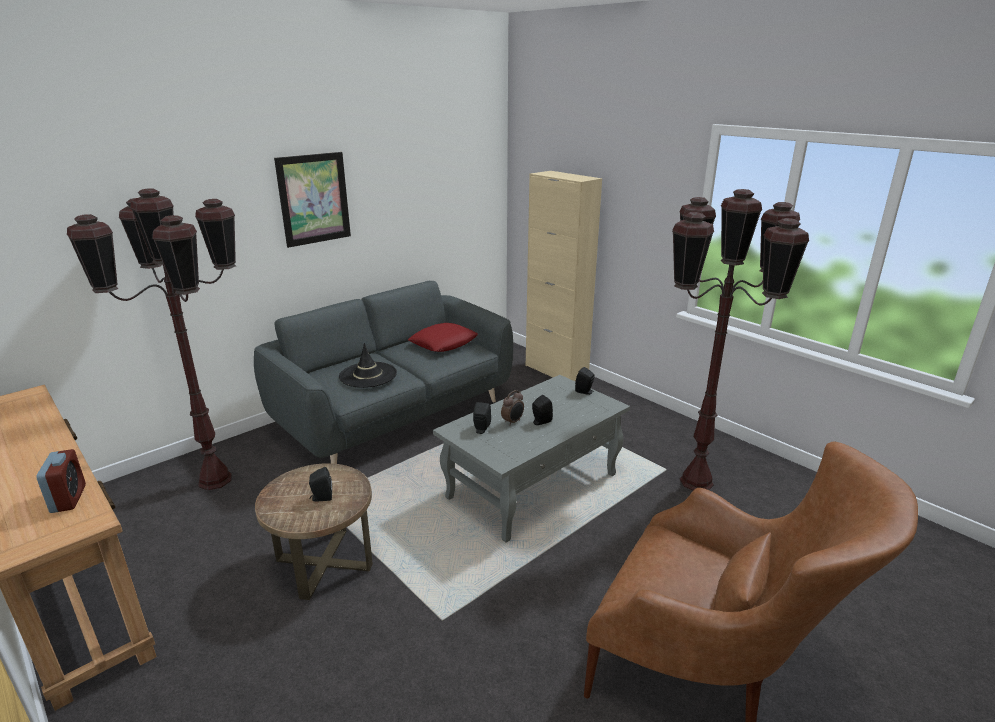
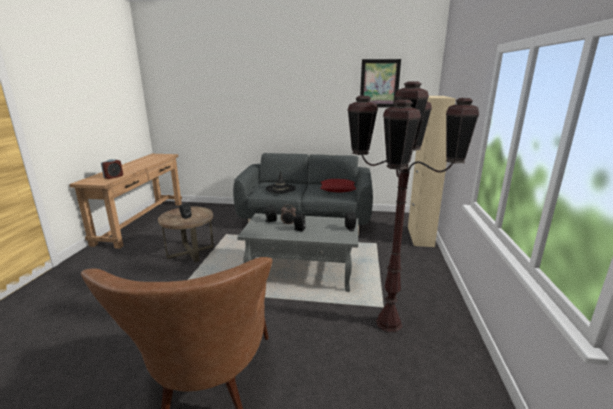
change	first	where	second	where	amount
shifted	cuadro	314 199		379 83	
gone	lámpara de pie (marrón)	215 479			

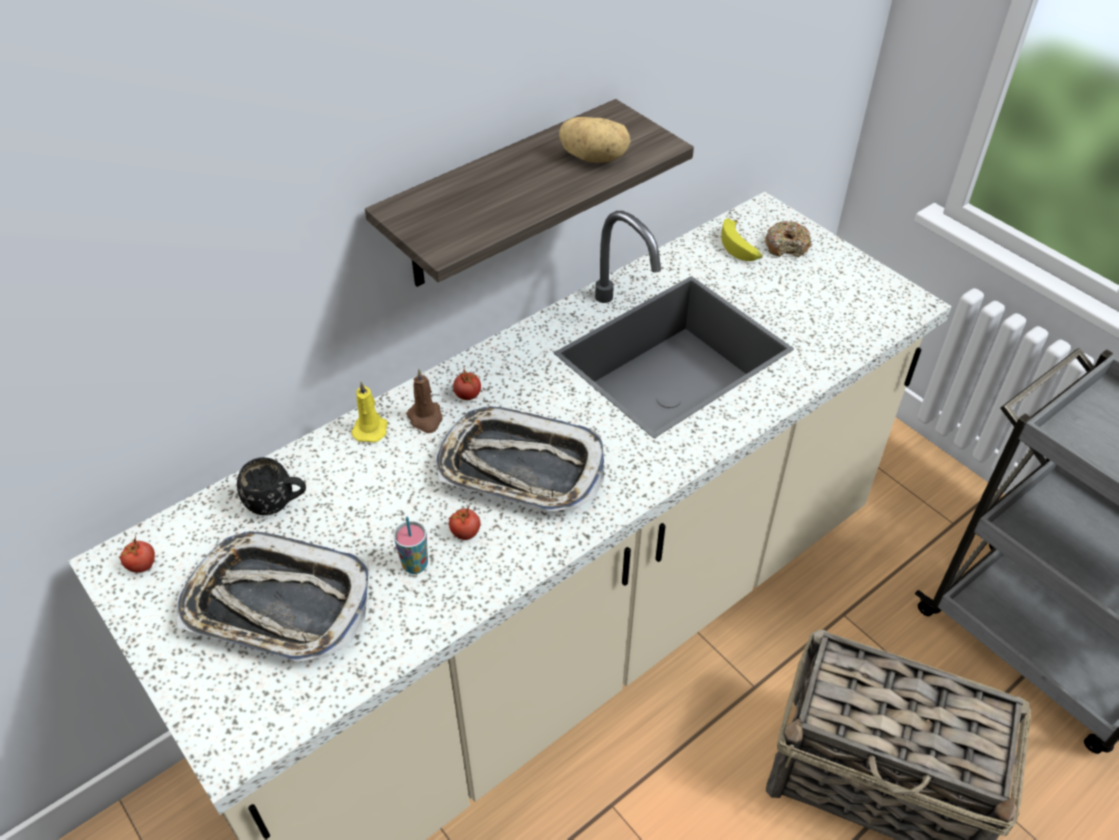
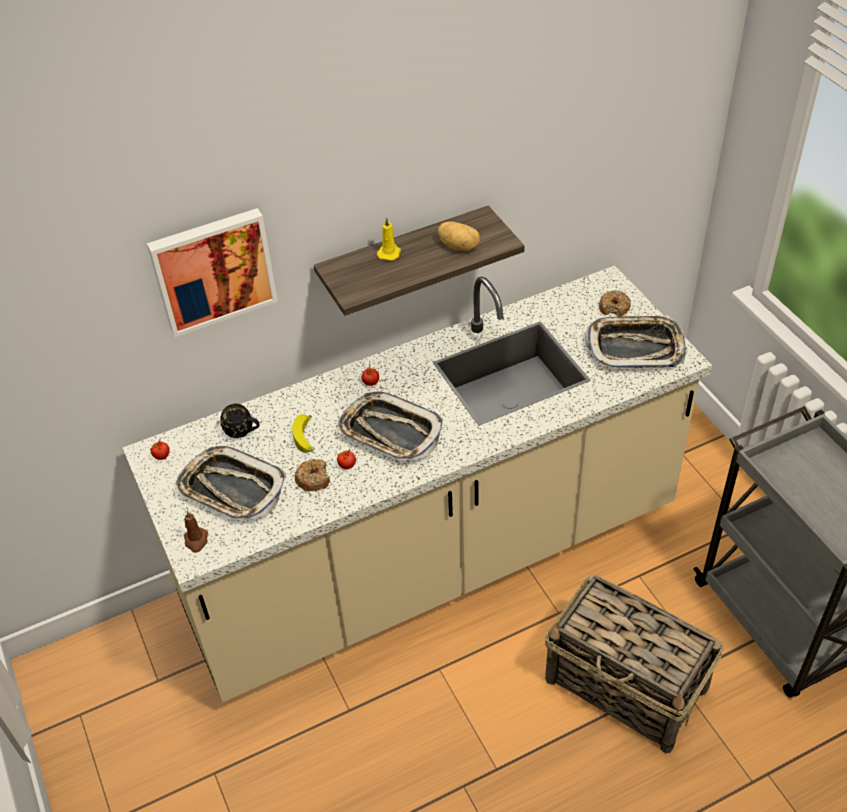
change	first	where	second	where	amount
new			cuadro	213 269	
shifted	vela (marrón)	426 418		196 541	
shifted	plátano	740 247		305 438	
swapped	taza	415 565	rosquilla	313 479	
shifted	vela (amarillo)	370 428		389 253	
new			bandeja	635 347	

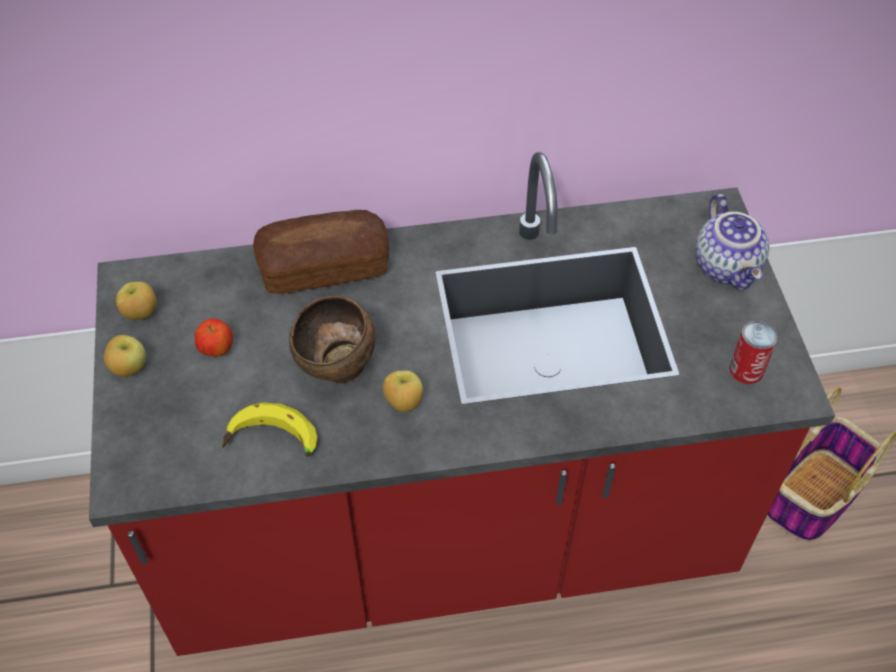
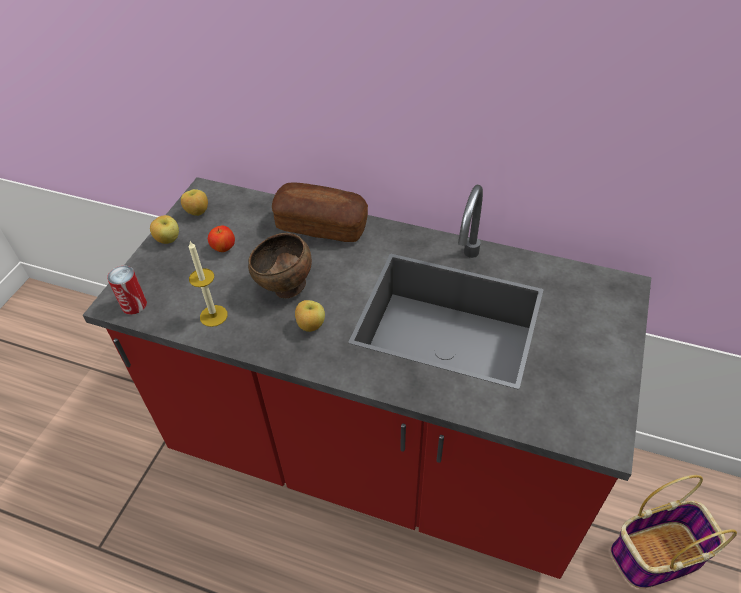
change	first	where	second	where	amount
shifted	lata	746 370		134 305	
swapped	plátano	271 442	vela	213 316	
gone	tetera	728 266			

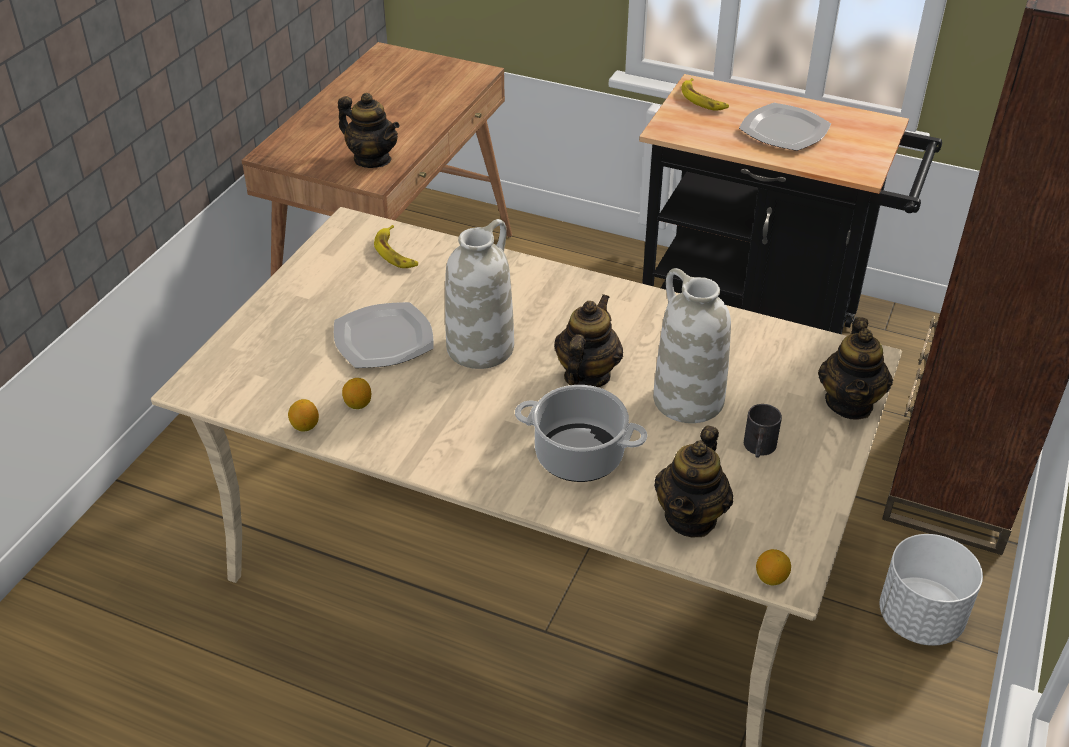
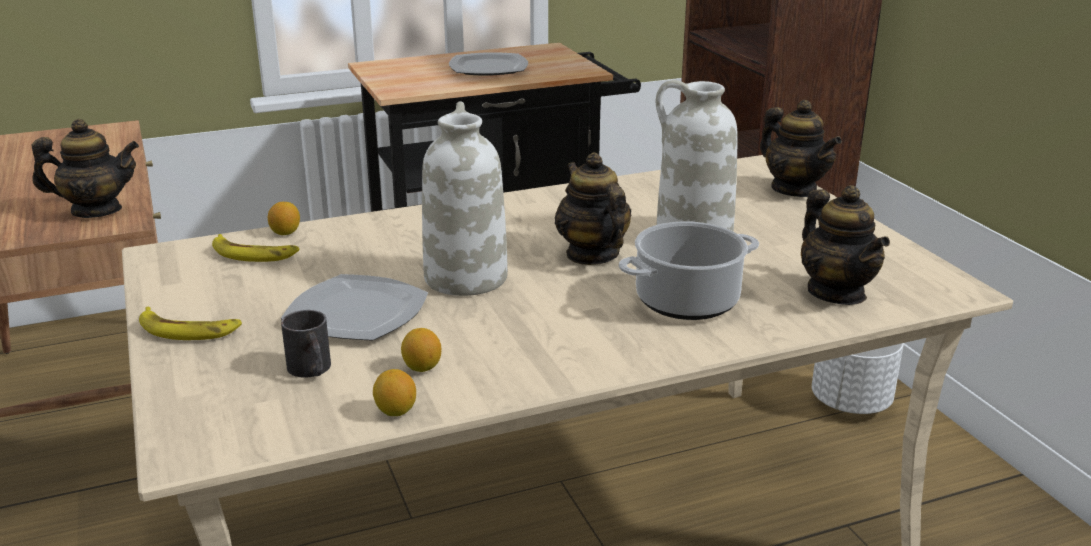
change	first	where	second	where	amount
shifted	plátano	702 99		188 330	
shifted	limón	771 578		285 233	
shifted	taza grande (negro)	759 448		312 370	

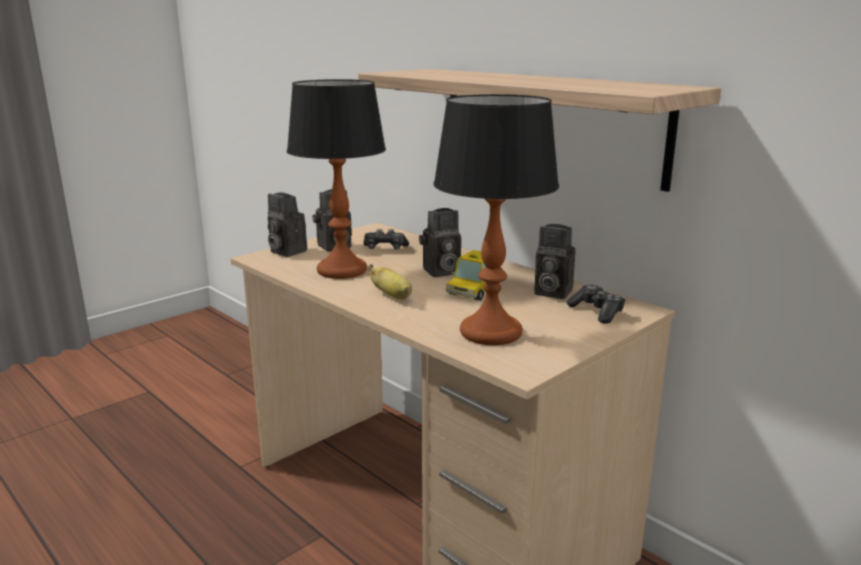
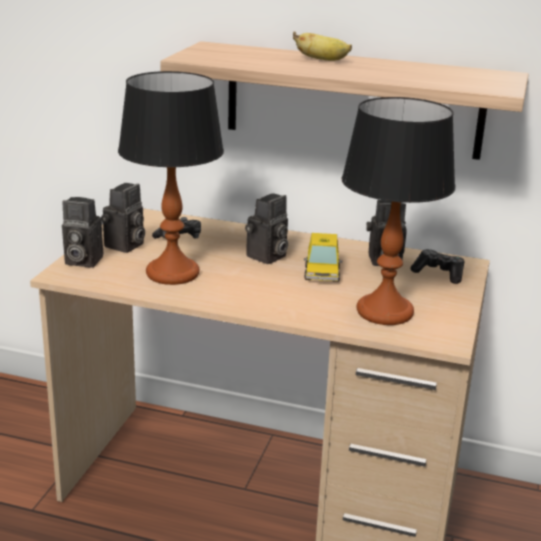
change	first	where	second	where	amount
shifted	plátano	393 296		323 60	

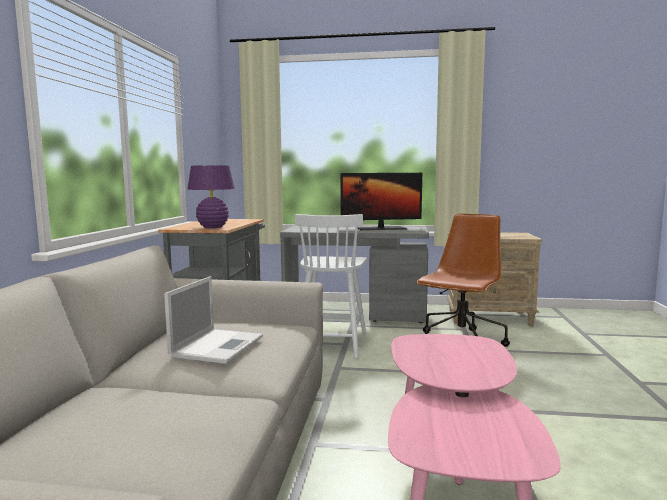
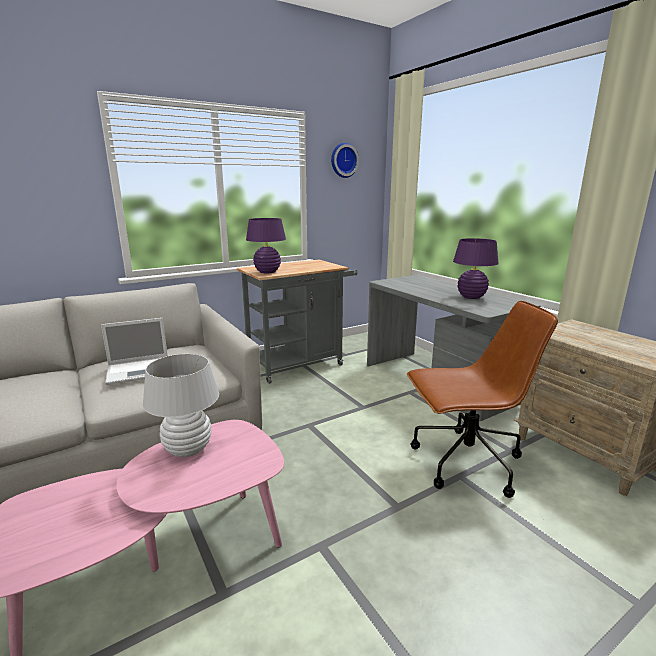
change	first	where	second	where	amount
new			lámpara de mesa (blanco)	188 449	
new			reloj de pared	343 160	
swapped	monitor	381 228	lámpara de mesa (morado)	471 297	
gone	silla (blanco)	331 342			

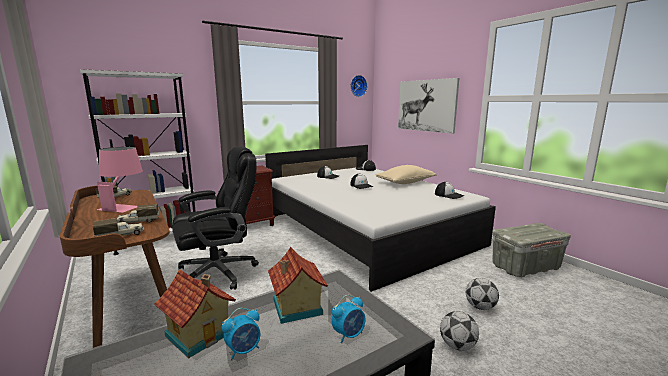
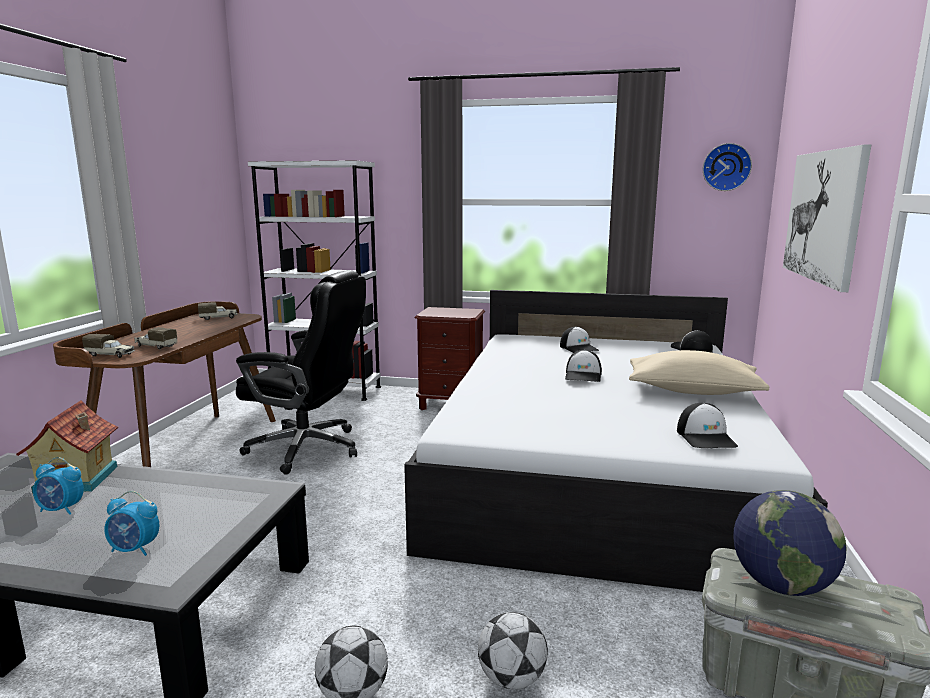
change	first	where	second	where	amount
new			globo terráqueo	781 585	
gone	lámpara de mesa (rosa)	124 206			
gone	casita	296 307			

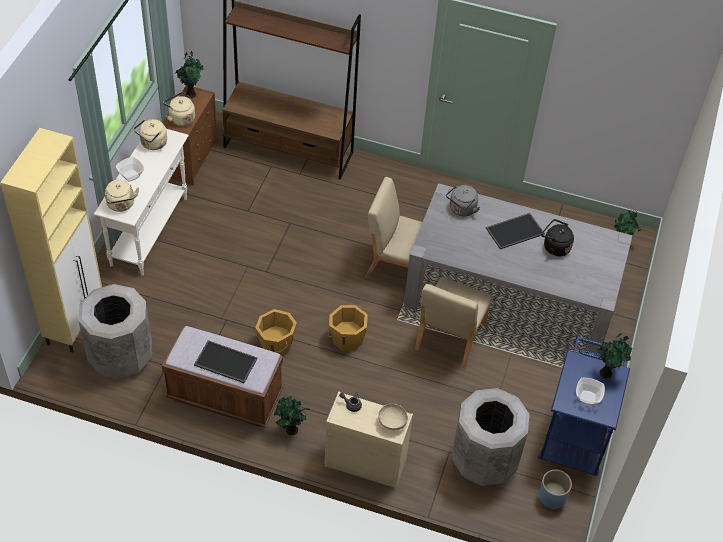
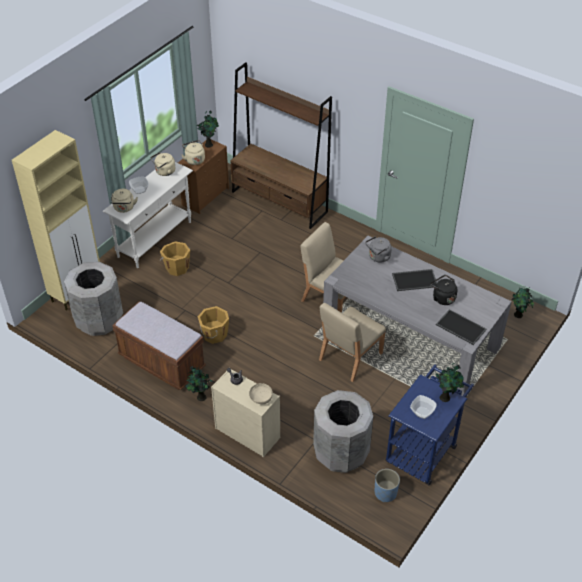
change	first	where	second	where	amount
shifted	cubo (naranja)	347 338		177 267	
shifted	bandeja	224 362		460 327	

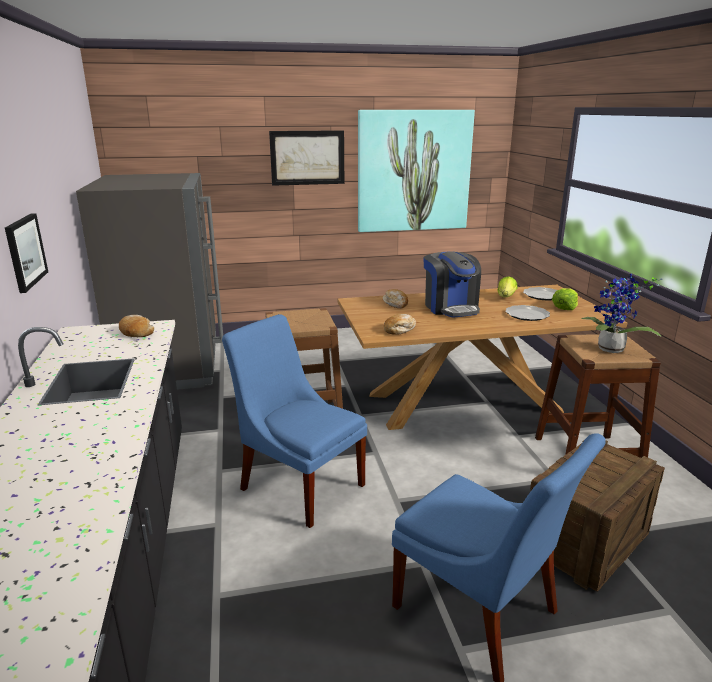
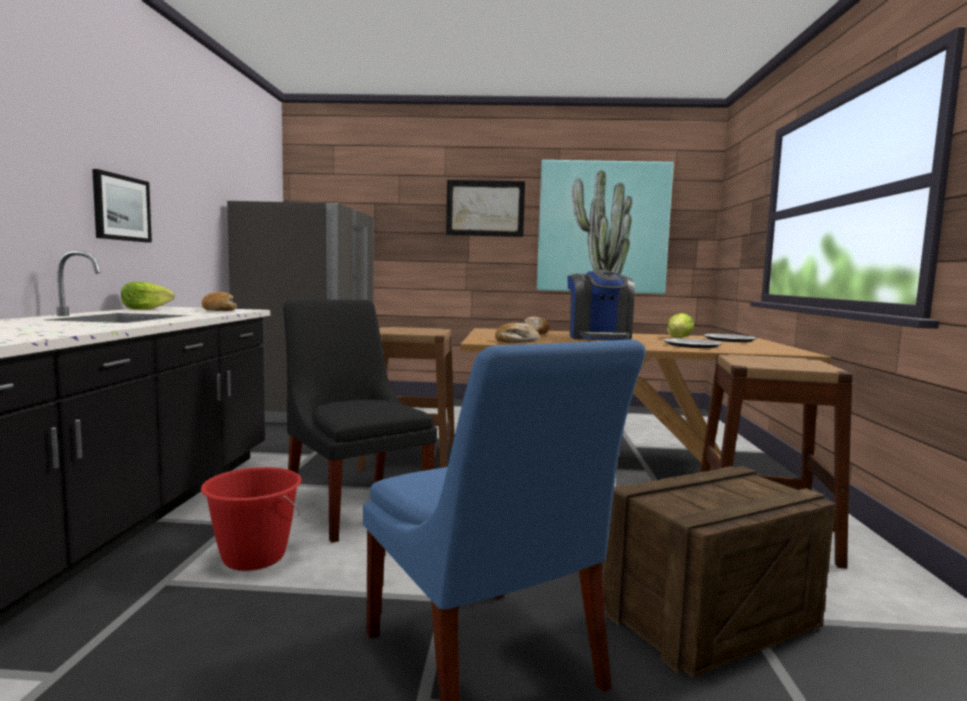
change	first	where	second	where	amount
shifted	lechuga	564 307		145 309	
new			cubo (rojo)	253 557	
repainted	silla (azul)	299 484	silla (negro)	356 505	
gone	planta en maceta	610 350			

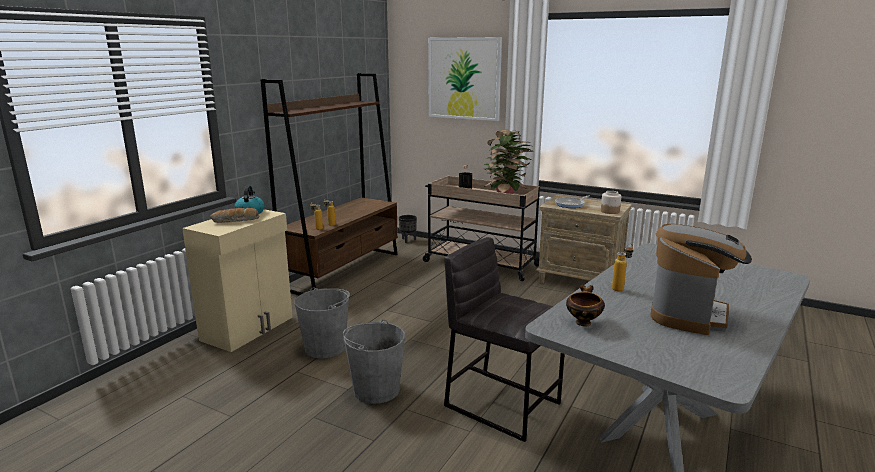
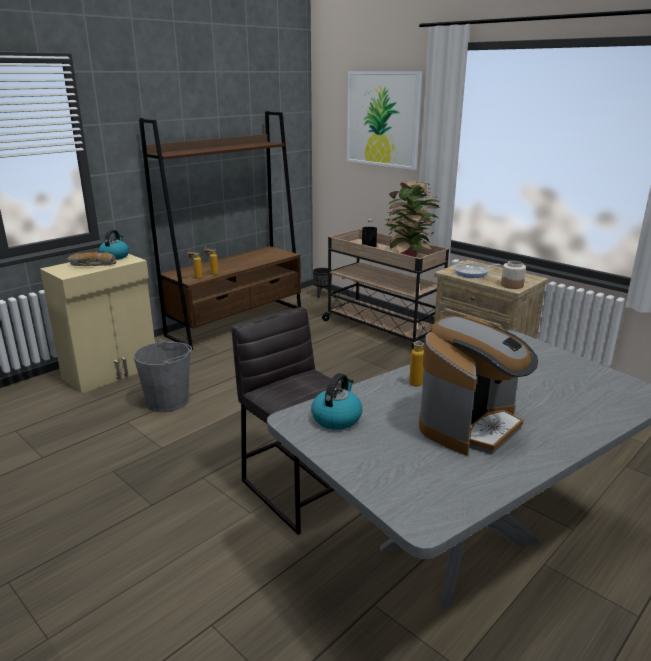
change	first	where	second	where	amount
swapped	cuenco	583 322	hervidor	336 418	
gone	cubo (gris)	376 389			

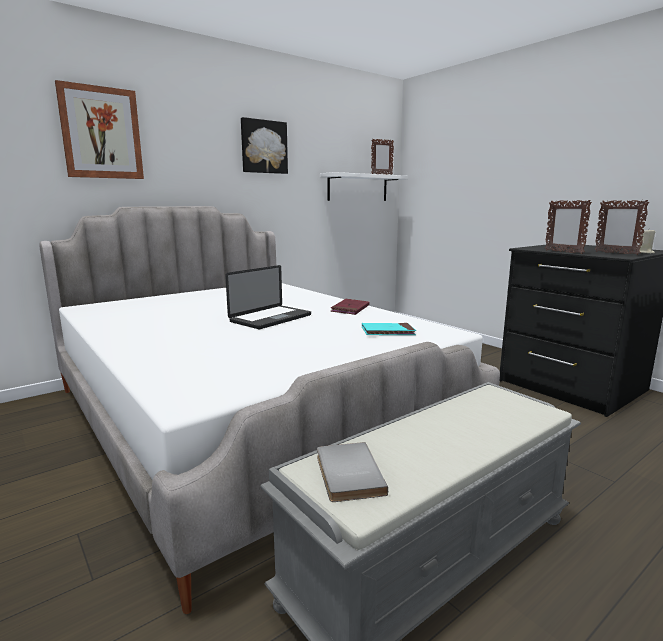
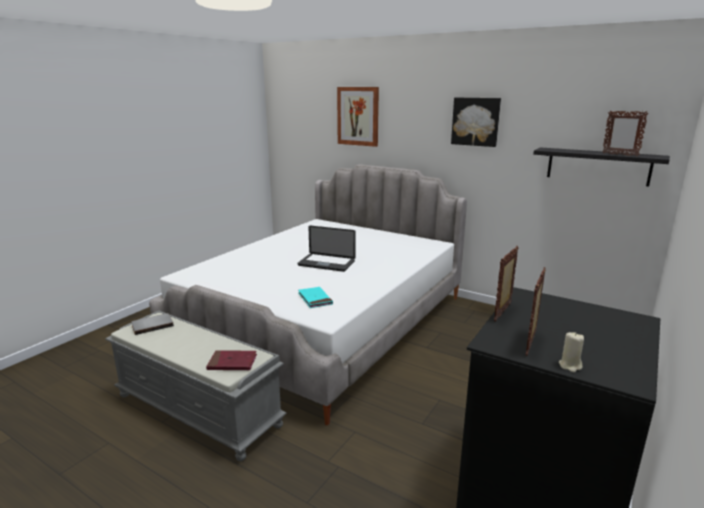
change	first	where	second	where	amount
shifted	libro (rojo)	350 309		232 363	
repainted	estante (blanco)	358 187	estante (negro)	598 166	

